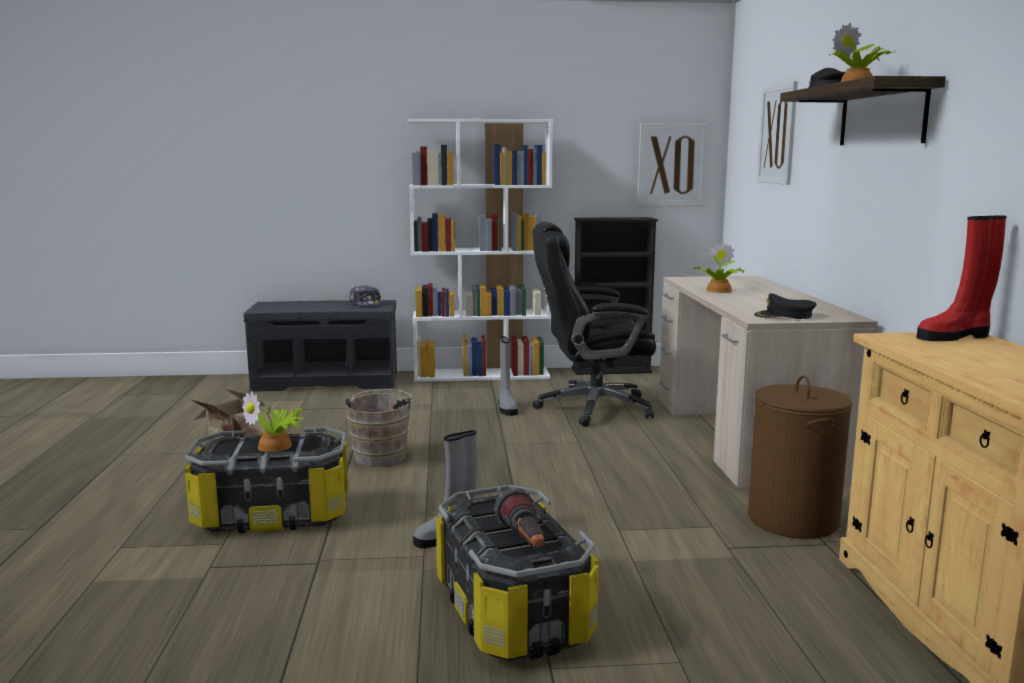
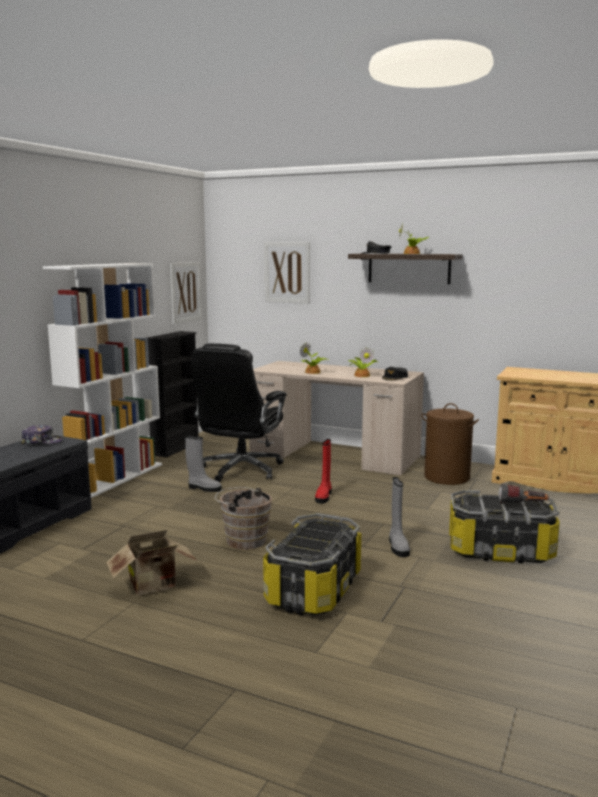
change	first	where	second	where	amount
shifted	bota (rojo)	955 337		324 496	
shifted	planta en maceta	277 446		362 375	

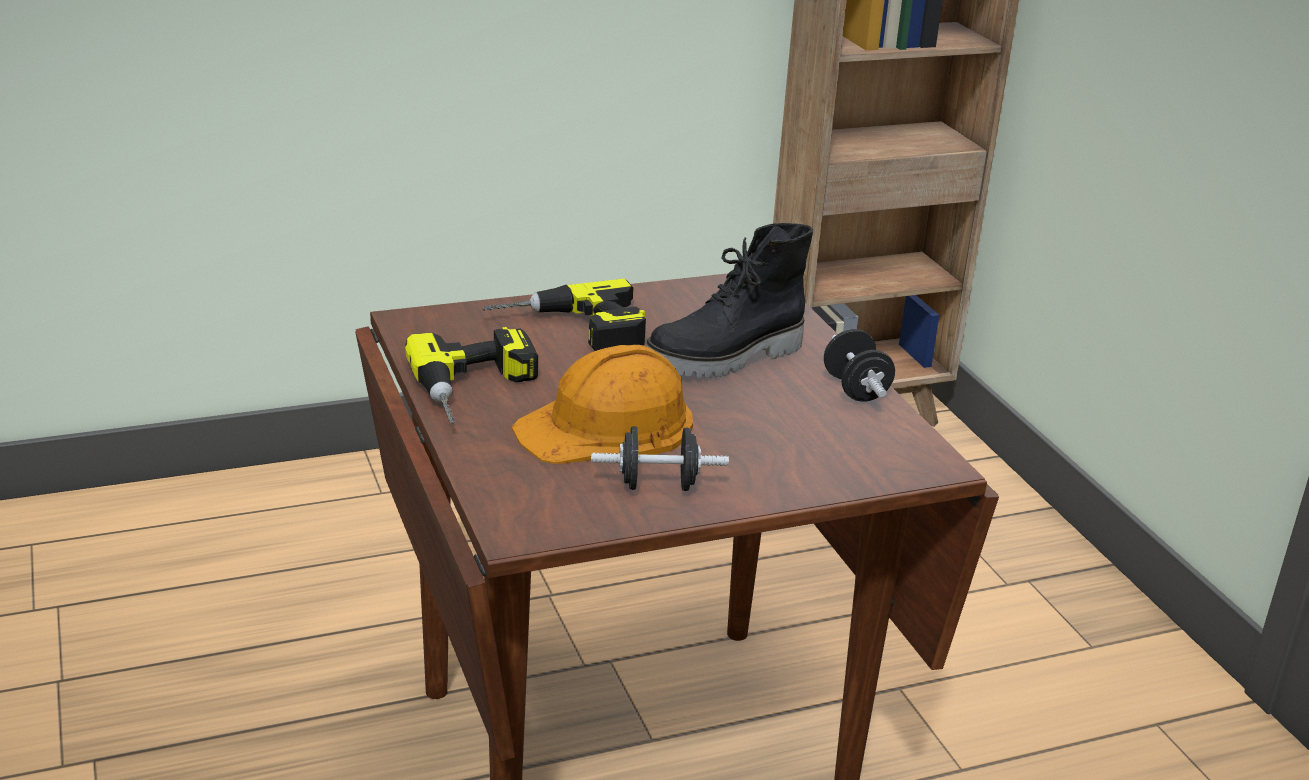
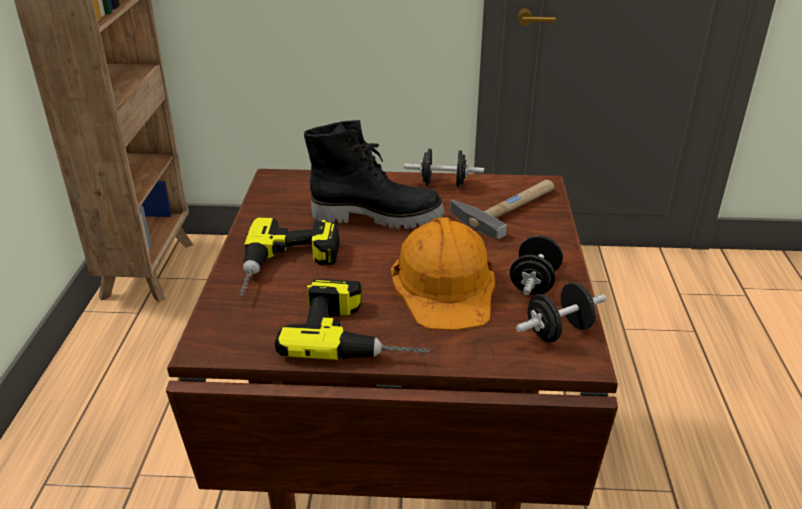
change	first	where	second	where	amount
rotated	bota (negro)	726 359		377 216	75 degrees counterclockwise
new			martillo	509 207	
new			mancuerna (negro)	558 331	

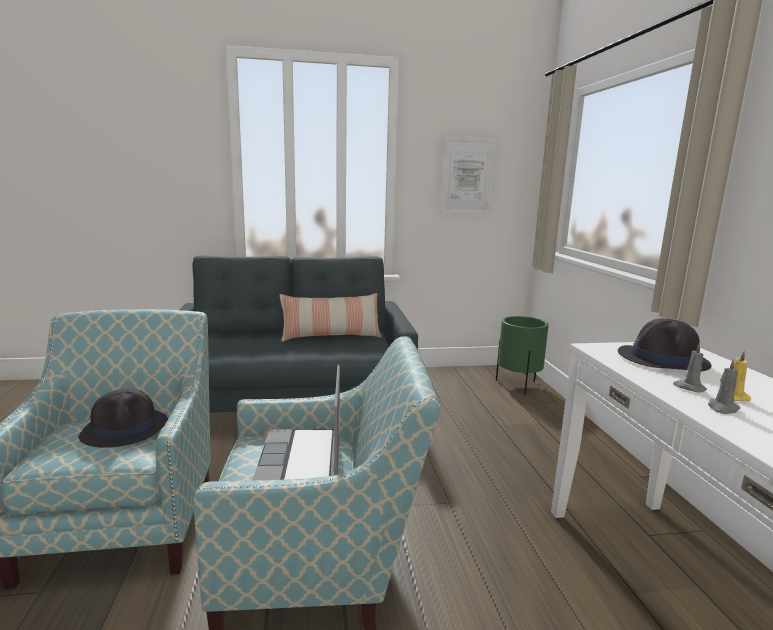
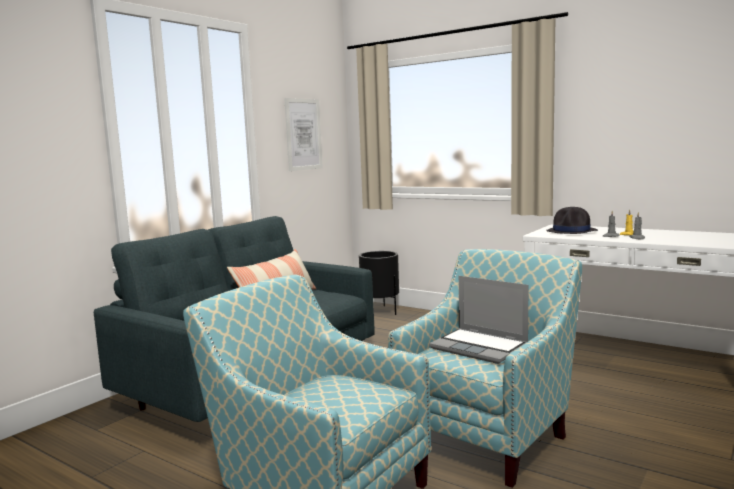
change	first	where	second	where	amount
repainted	maceta (verde)	518 385	maceta (negro)	380 311	
gone	sombrero (negro)	126 429			

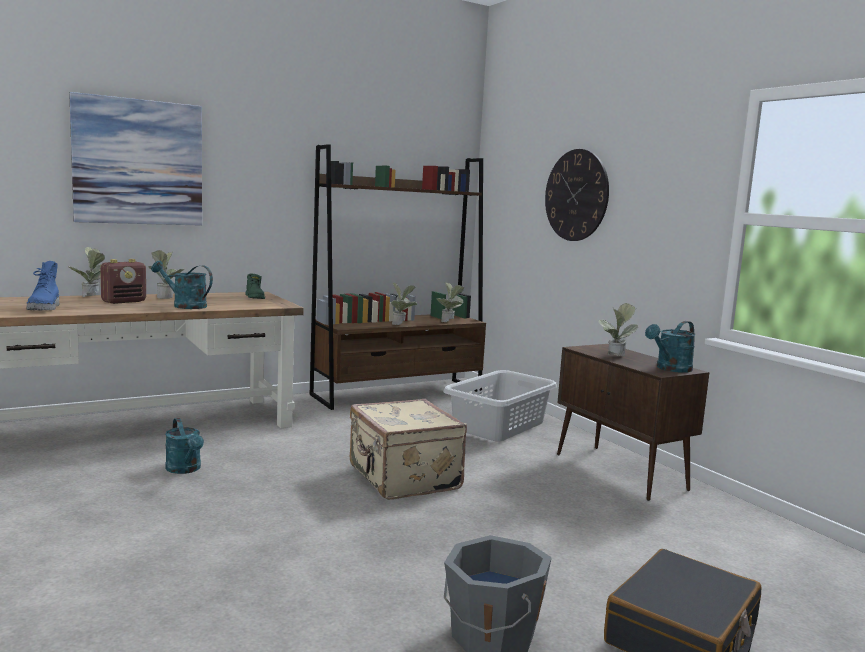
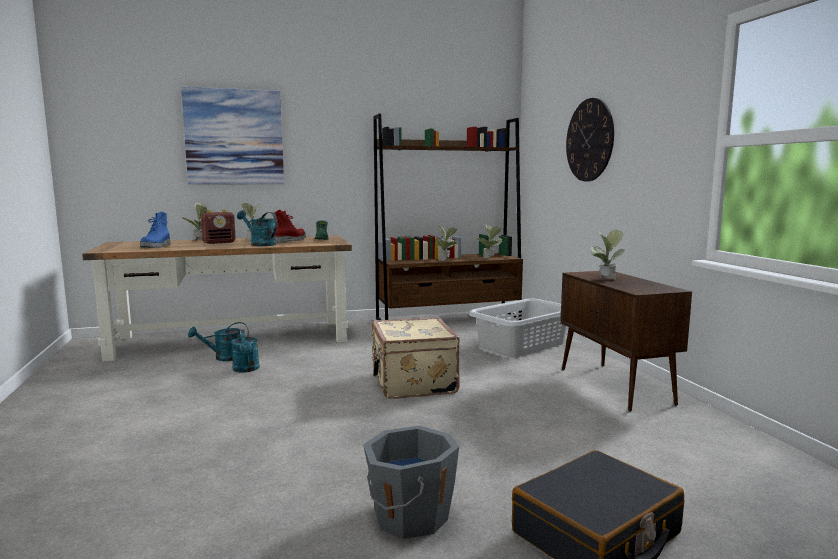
change	first	where	second	where	amount
shifted	regadera (turquesa)	670 369		223 358	
new			bota (rojo)	289 241	

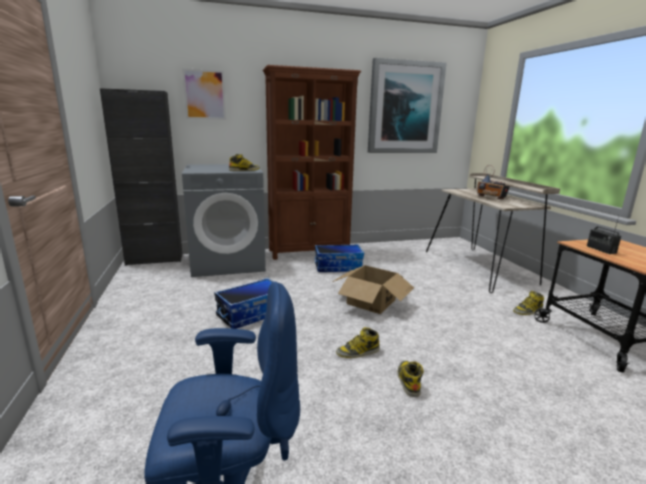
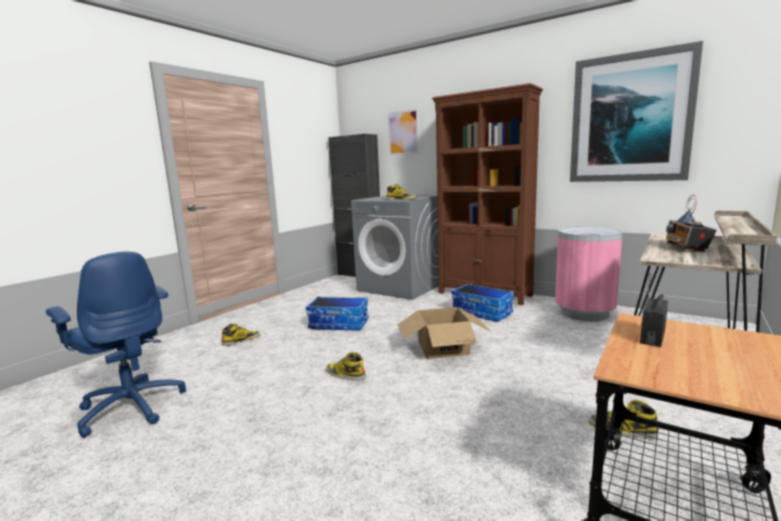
change	first	where	second	where	amount
shifted	bota	408 380		241 340	
new			papelera (rosa)	584 313	

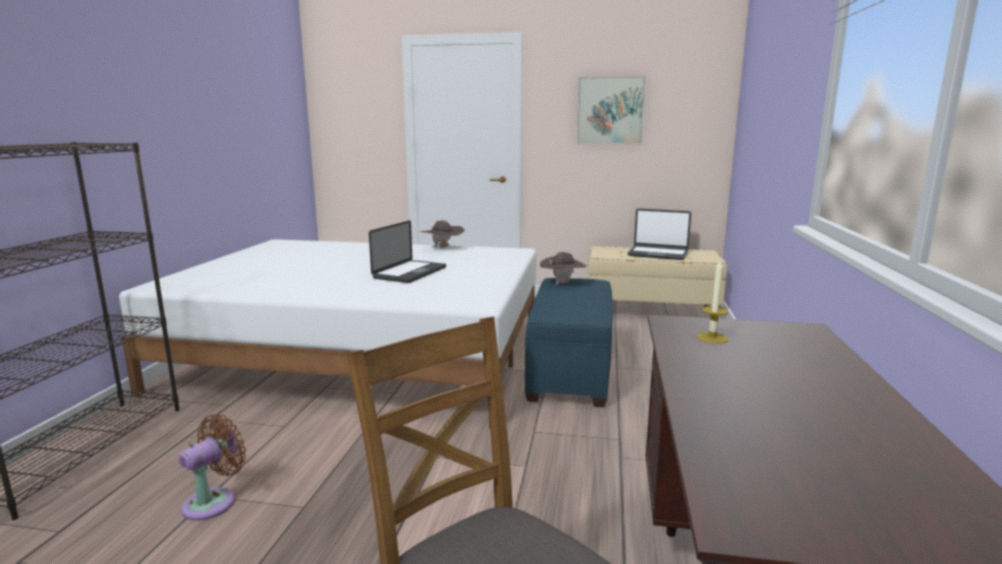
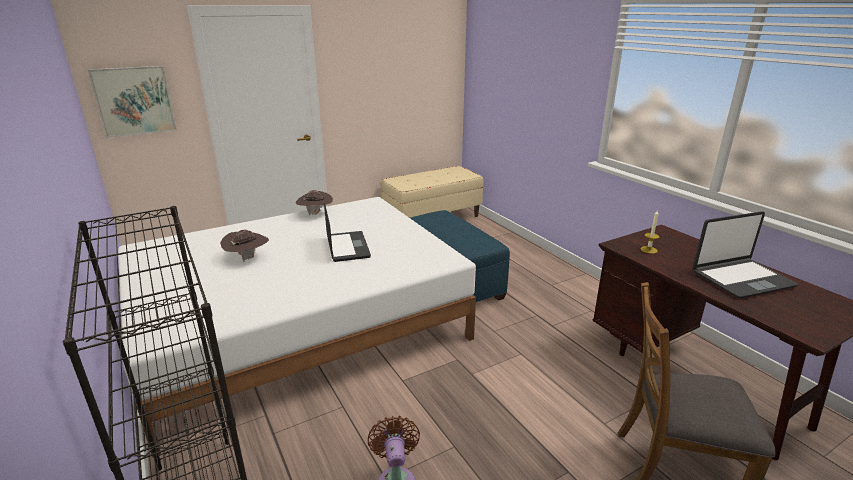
change	first	where	second	where	amount
shifted	cuadro	610 110		134 101	
shifted	sombrero (marrón)	562 283		247 258	
shifted	portátil	658 254		741 278	

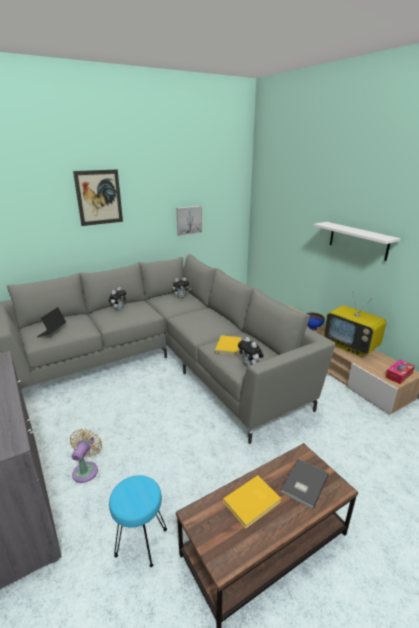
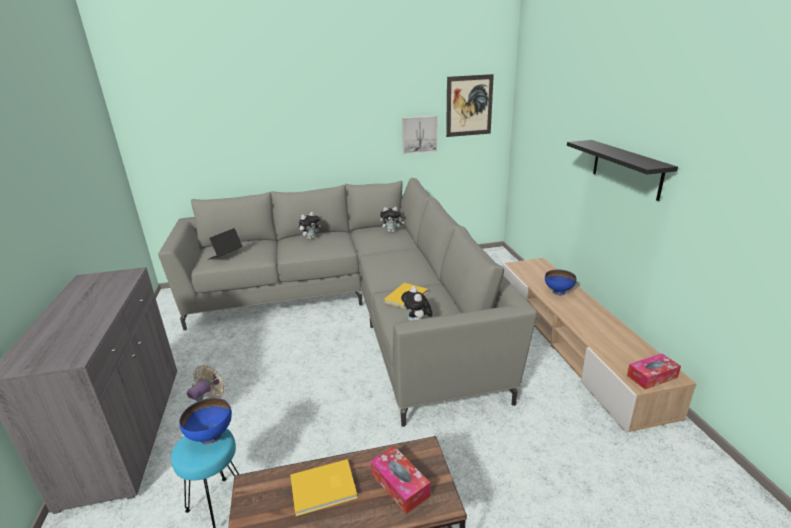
change	first	where	second	where	amount
new			cuenco (azul)	211 436	
swapped	libro (gris)	303 484	caja de pañuelos	400 485	
shifted	cuadro	99 197		469 106	
repainted	estante (blanco)	358 240	estante (negro)	626 169	
gone	televisor	351 346			

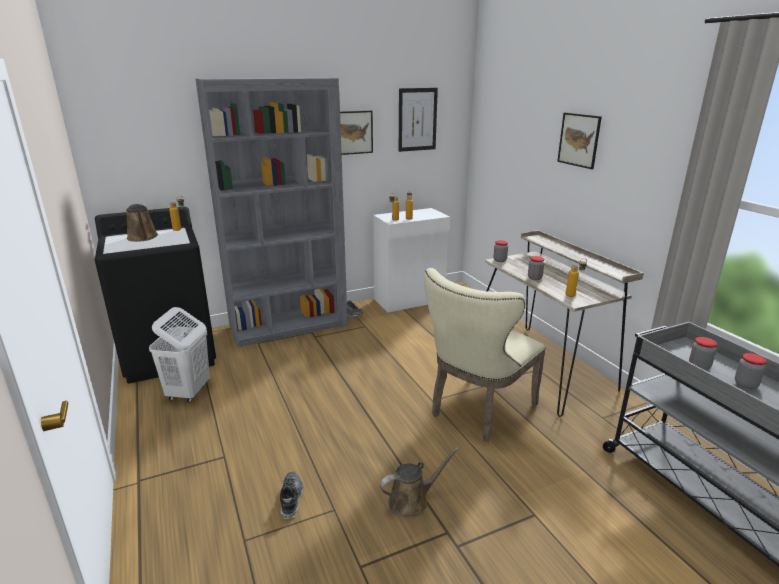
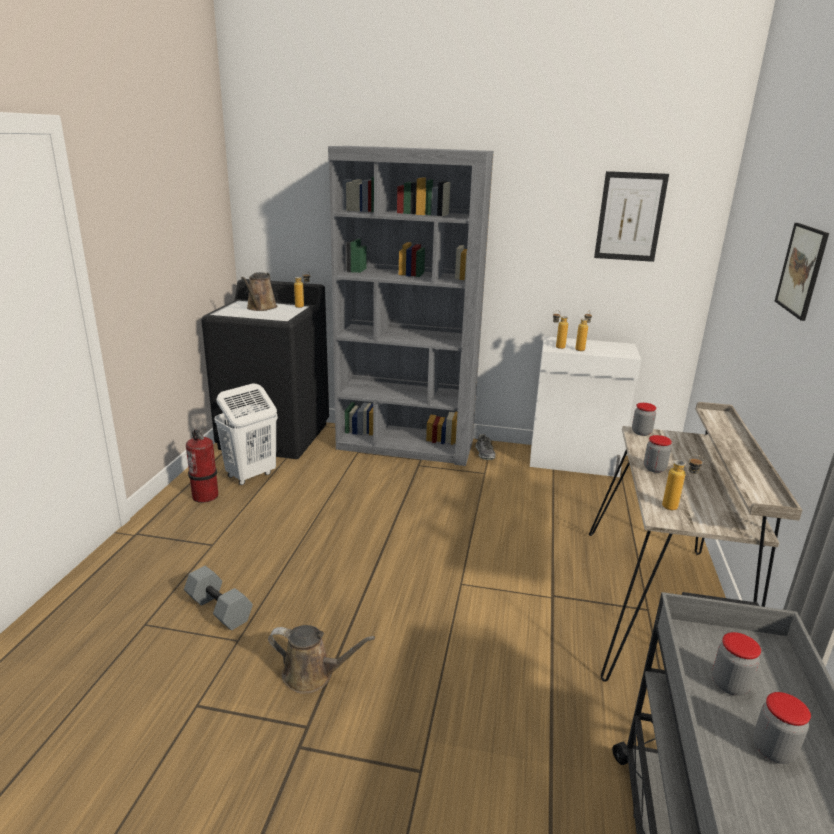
change	first	where	second	where	amount
swapped	zapato	291 498	mancuerna (gris)	217 609	
new			extintor	205 496	
gone	cuadro	353 132			
gone	silla (beis)	478 411			

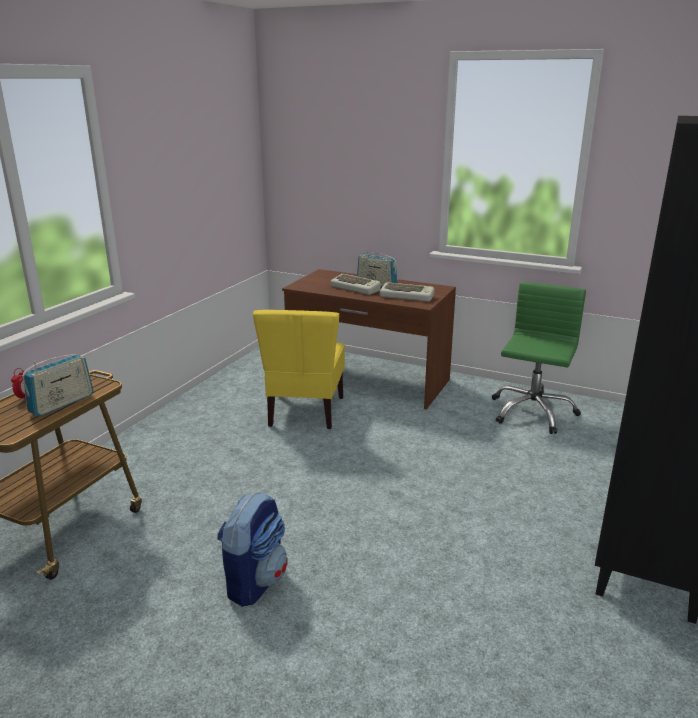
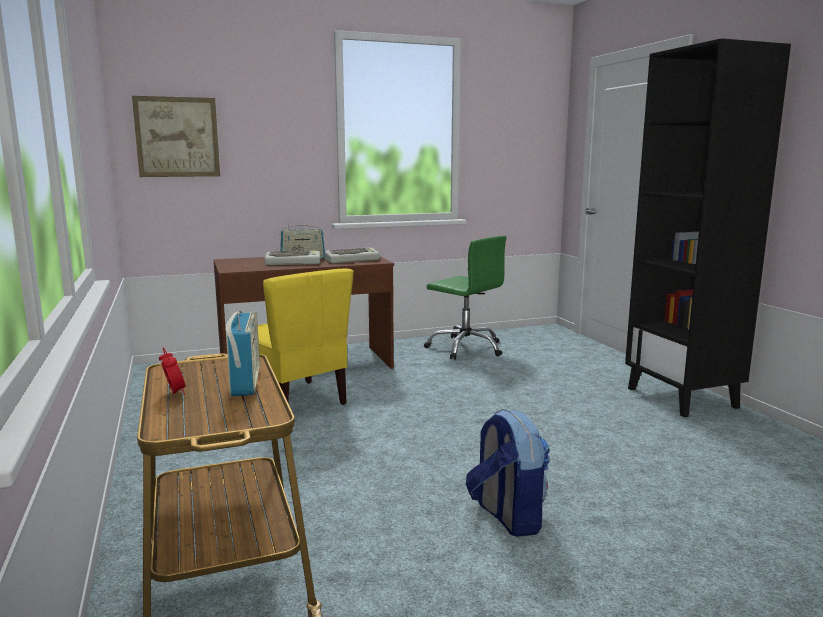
change	first	where	second	where	amount
new			cuadro	177 137	
rotated	silla de oficina (verde)	532 412		466 348	150 degrees clockwise

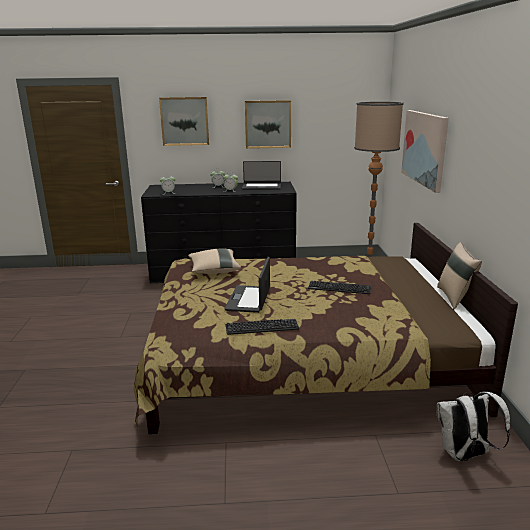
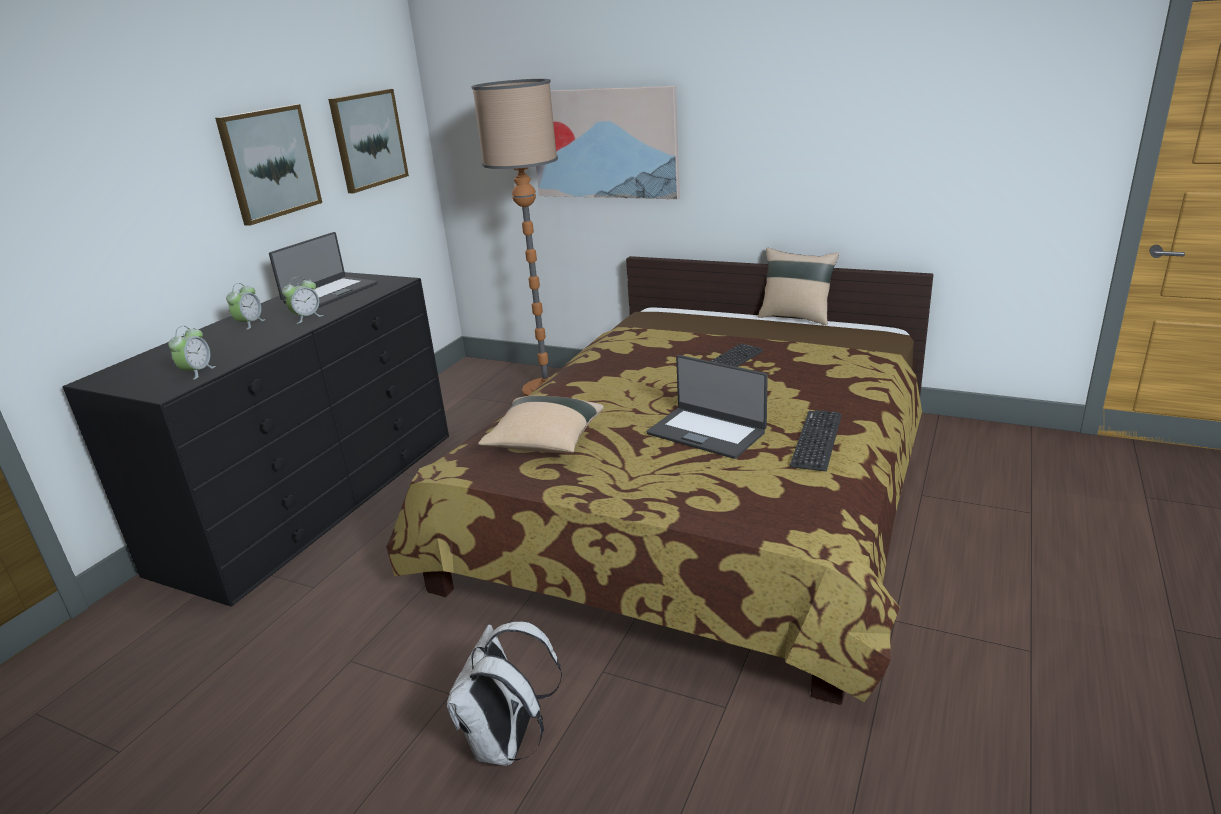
change	first	where	second	where	amount
shifted	cuadro	184 121		368 140	
shifted	mochila (blanco)	464 455		508 744	

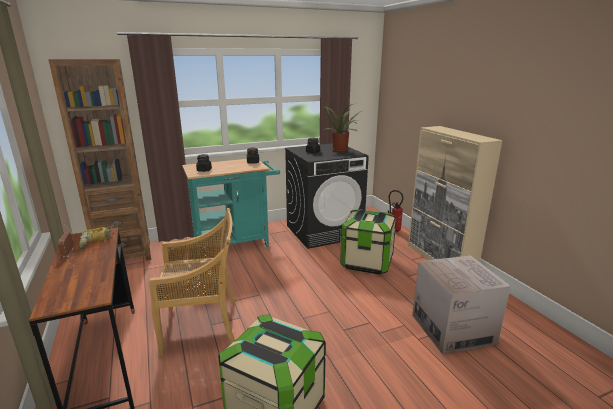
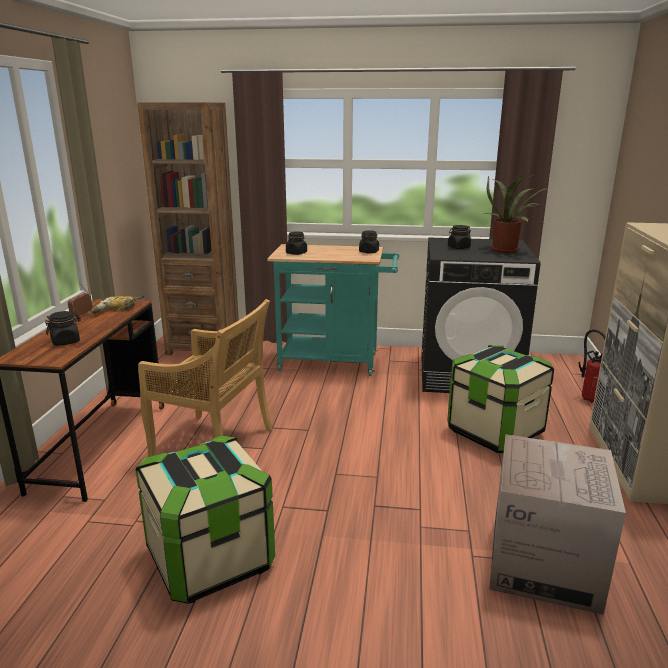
change	first	where	second	where	amount
new			tarro (negro)	66 341	

